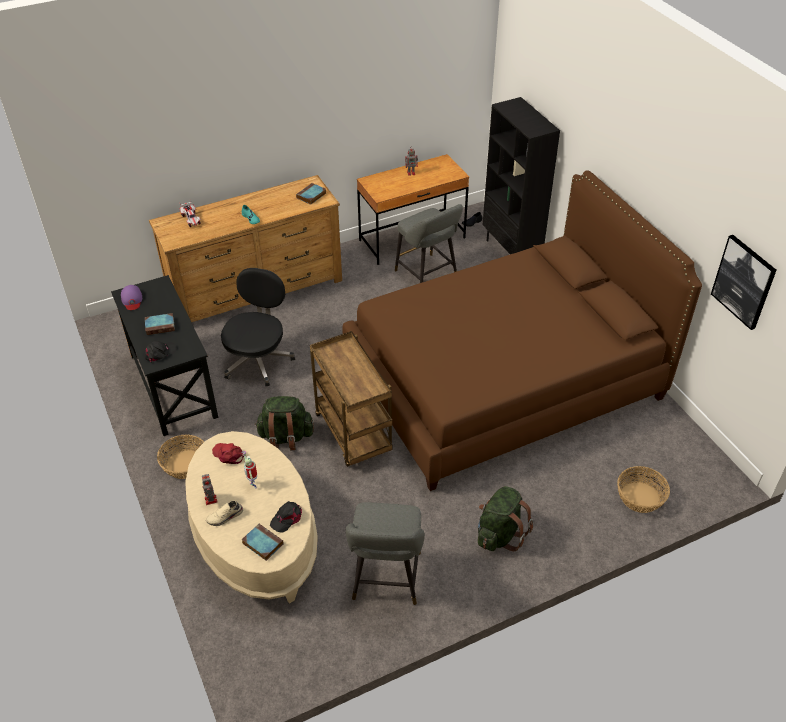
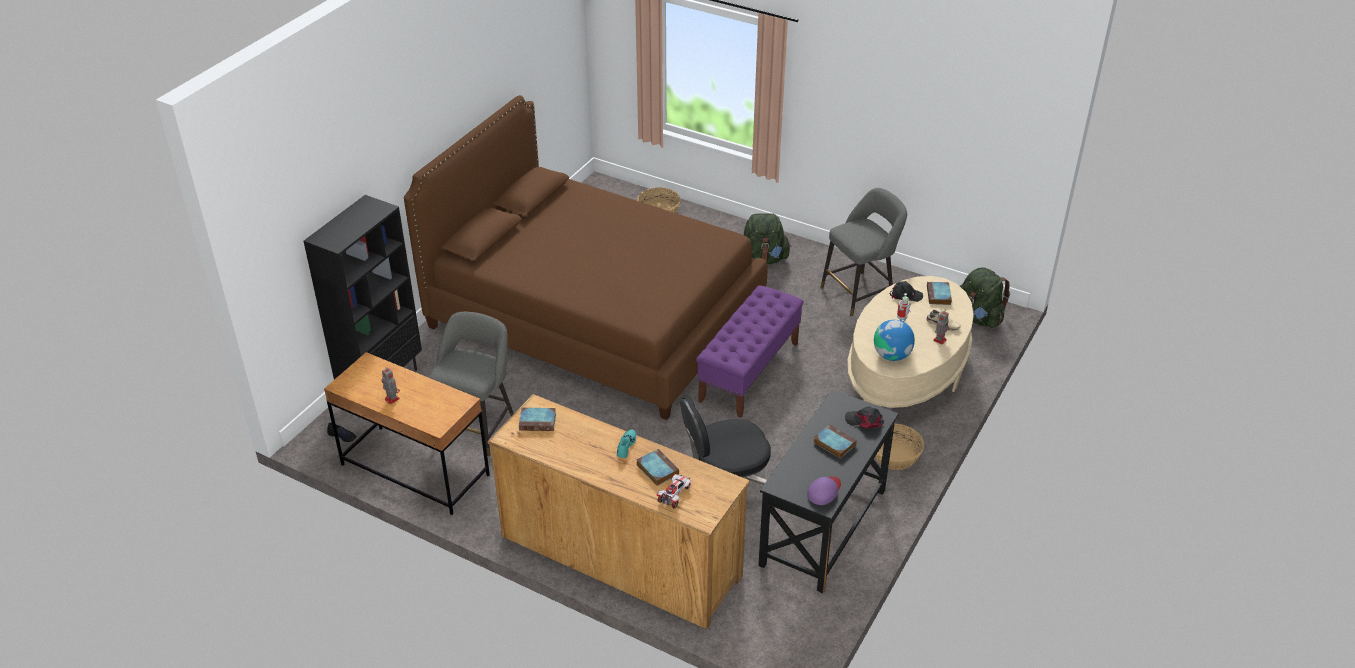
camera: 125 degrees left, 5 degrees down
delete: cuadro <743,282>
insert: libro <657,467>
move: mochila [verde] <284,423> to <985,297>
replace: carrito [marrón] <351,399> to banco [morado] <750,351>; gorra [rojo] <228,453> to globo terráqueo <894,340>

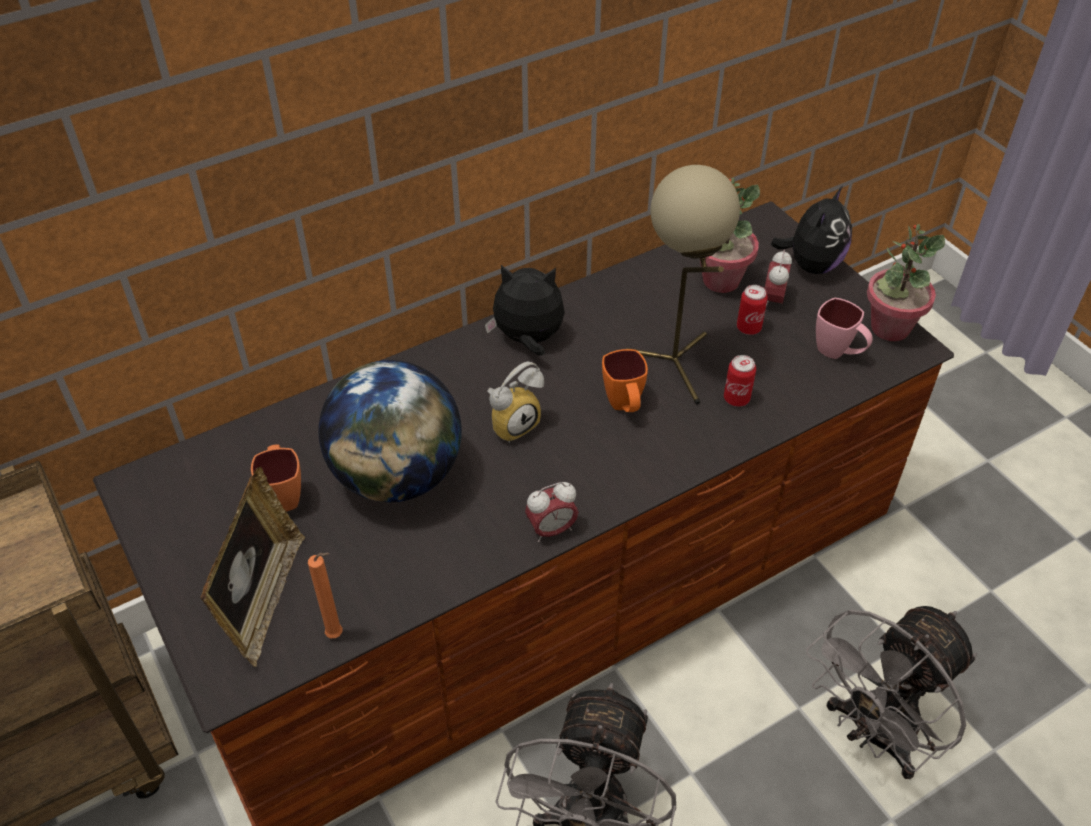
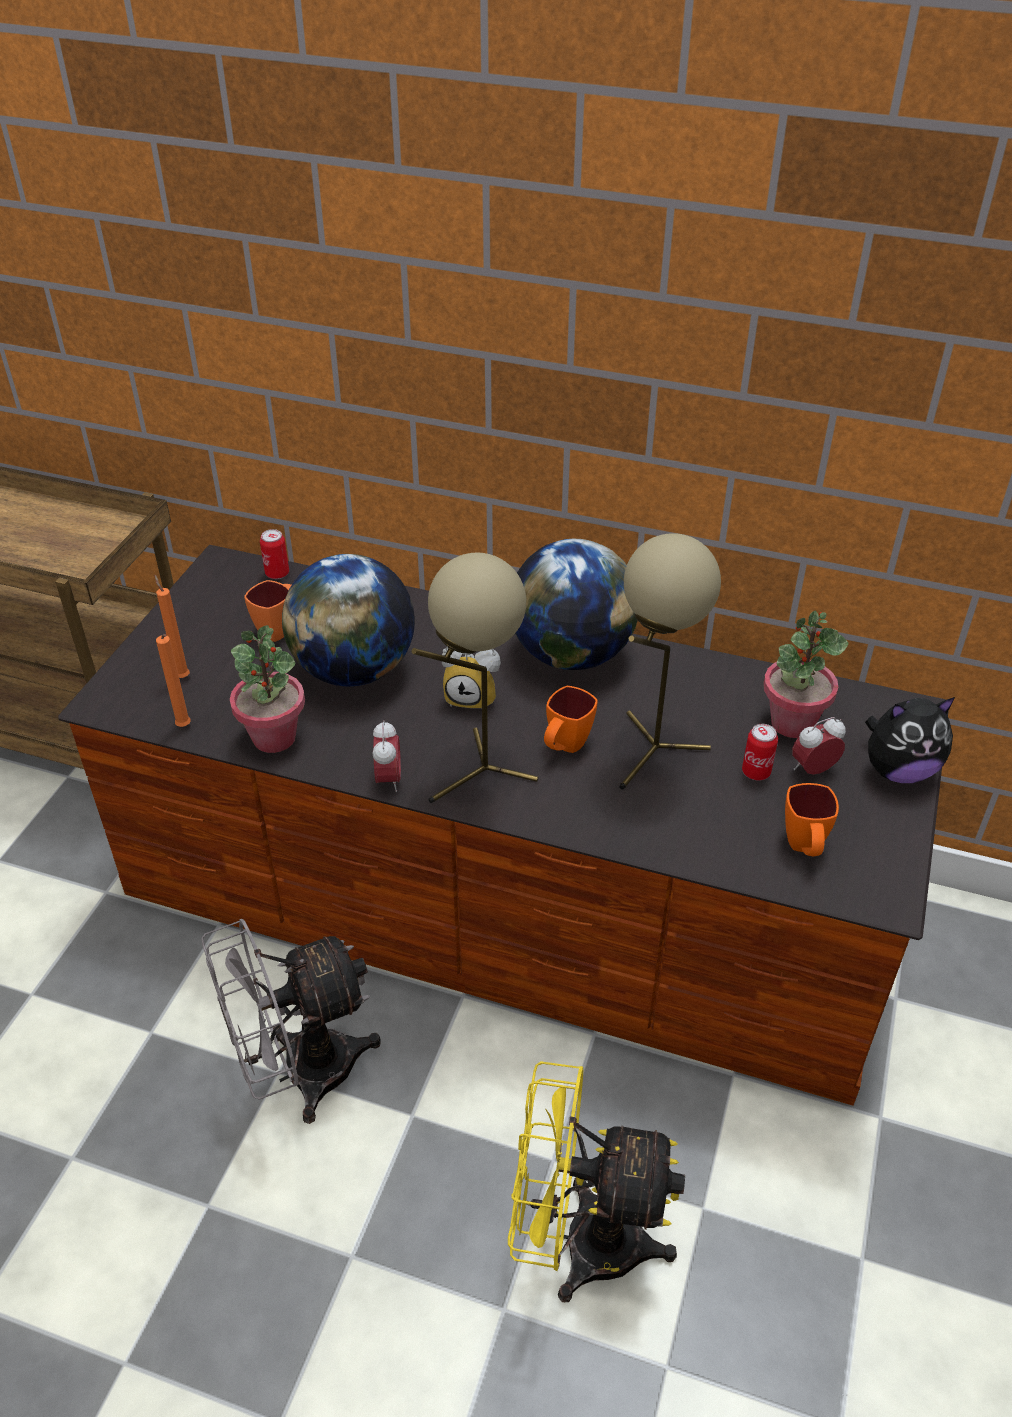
camera: 50 degrees right, 5 degrees down
insert: lámpara de mesa [beis] <475,678>
move: planta en maceta <906,282> to <267,689>; lata <740,381> to <274,554>
replace: portarretratos <252,567> to vela [naranja] <172,626>; peluche <525,310> to globo terráqueo <576,604>
recolor: ventilador [gris] <891,692> to ventilador [amarillo] <596,1181>; taza grande [rosa] <844,328> to taza grande [naranja] <812,820>
rotate: despertador <551,512> = <386,756> 120 degrees counterclockwise

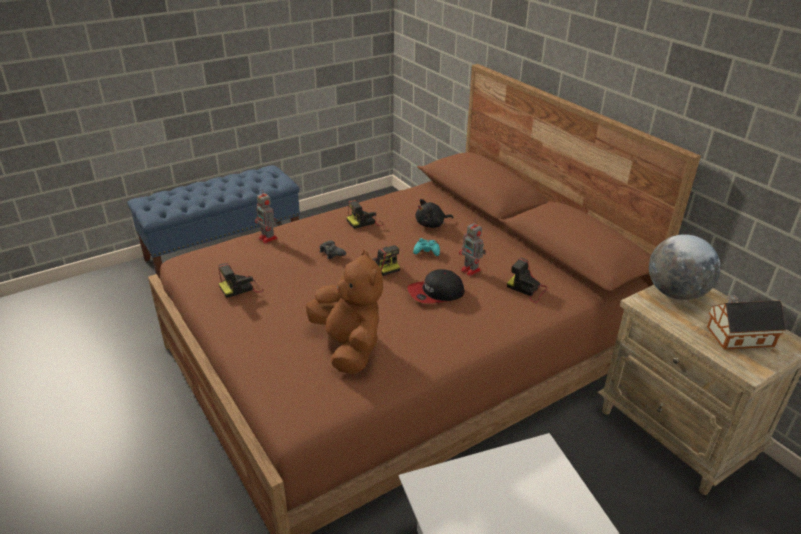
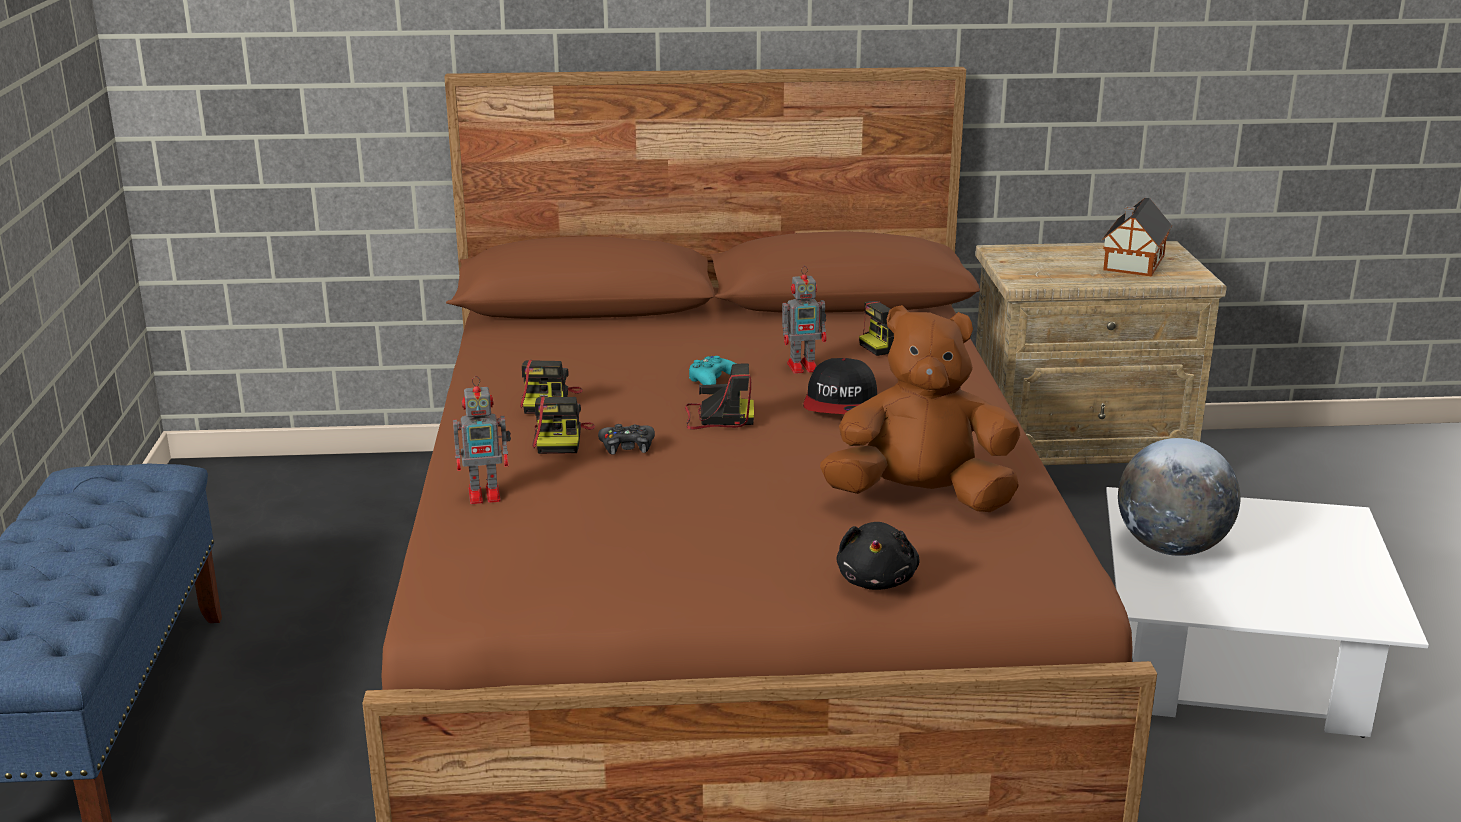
camera: 60 degrees left, 10 degrees down
move: cámara <241,280> to <563,425>; peluche [negro] <434,213> to <878,556>; globo terráqueo <684,267> to <1179,497>

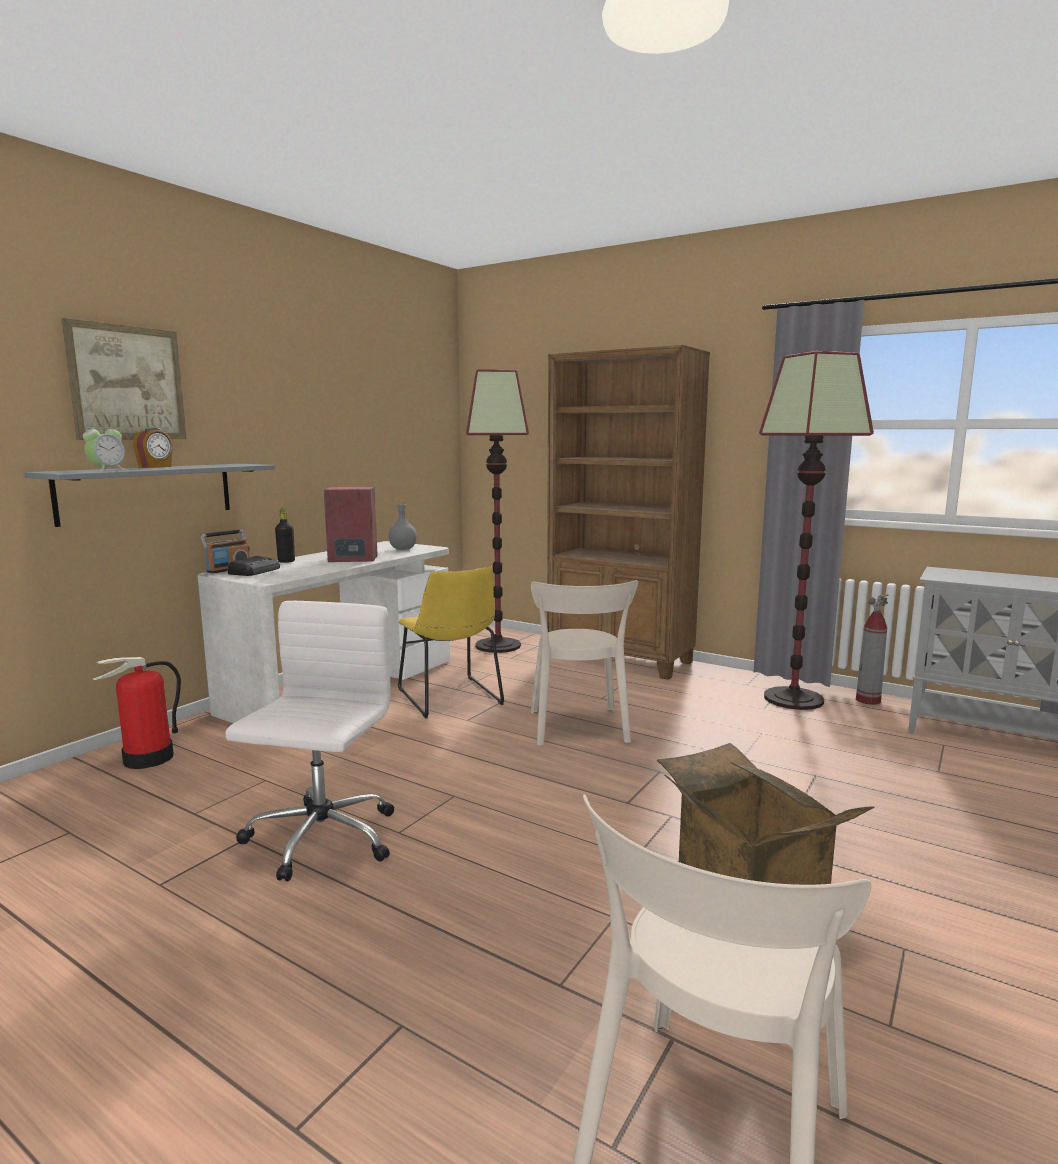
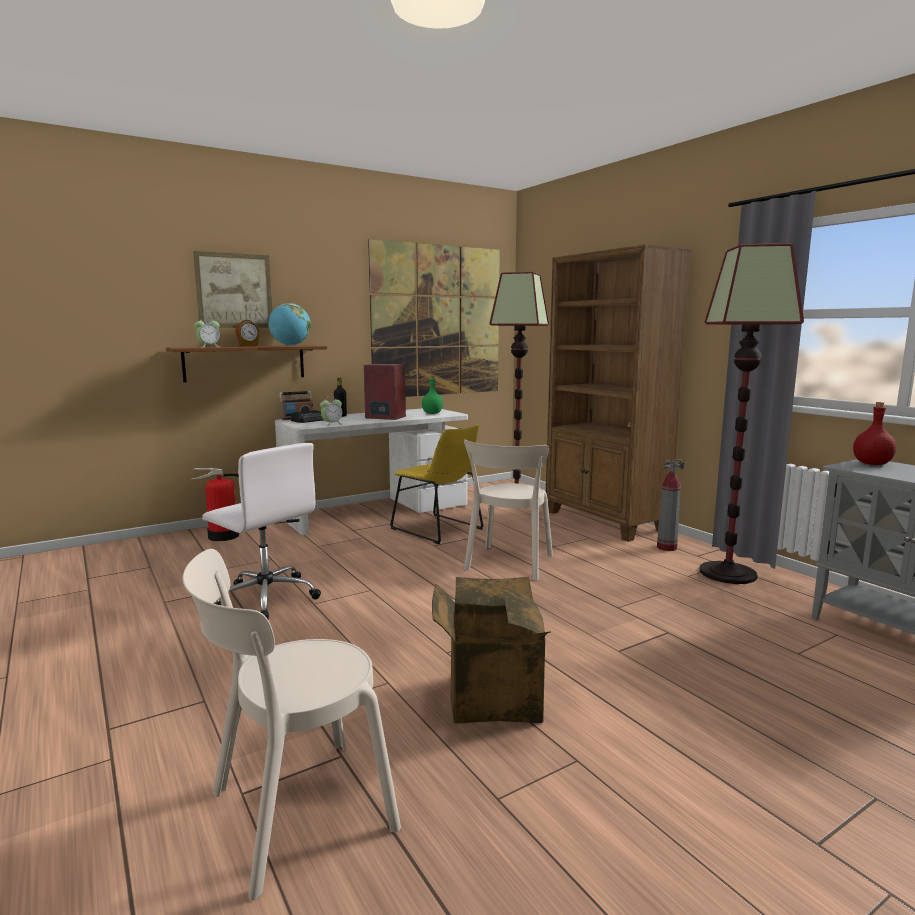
camera: 25 degrees right, 0 degrees up
insert: globo terráqueo <289,324>; despertador <331,411>; cuadro <434,318>; botella [rojo] <874,433>
move: extintor <872,649> to <671,505>
recolor: estante [gris] <149,495> to estante [marrón] <246,363>; botella [gris] <403,525> to botella [verde] <432,395>
rotate: silla de oficina [blanco] <309,741> = <261,531> 90 degrees clockwise; silla [amarillo] <451,643> = <436,484> 45 degrees counterclockwise

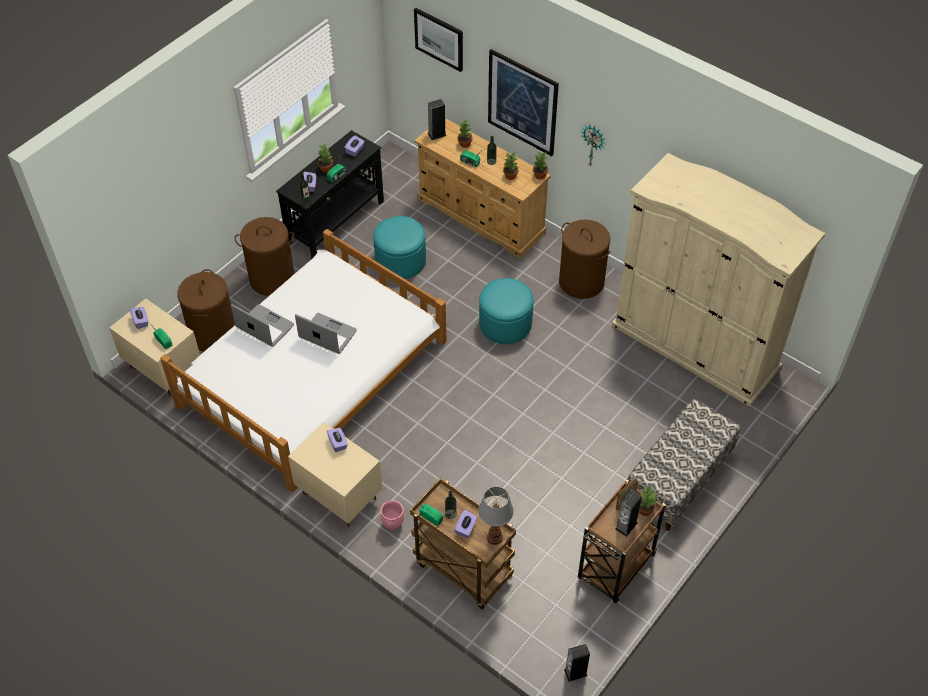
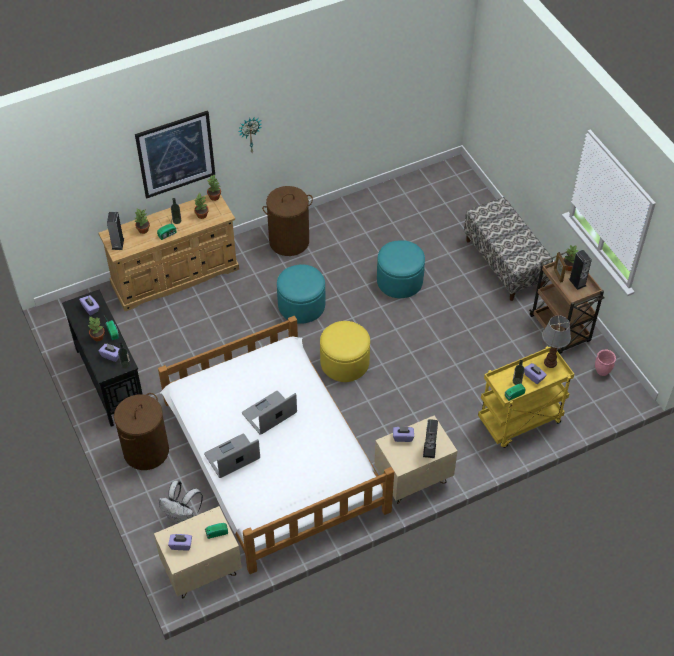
camera: 65 degrees left, 0 degrees up
delete: cuadro <438,40>; armario ropero [beis] <718,280>
insert: puf [amarillo] <345,351>
move: puf [turquesa] <399,247> to <401,269>; altavoz <577,663> to <430,438>; maceta [rosa] <392,515> to <605,362>
replace: cesto de la ropa [marrón] <206,310> to mochila [blanco] <181,502>
recolor: carrito [marrón] <463,544> to carrito [amarillo] <526,397>

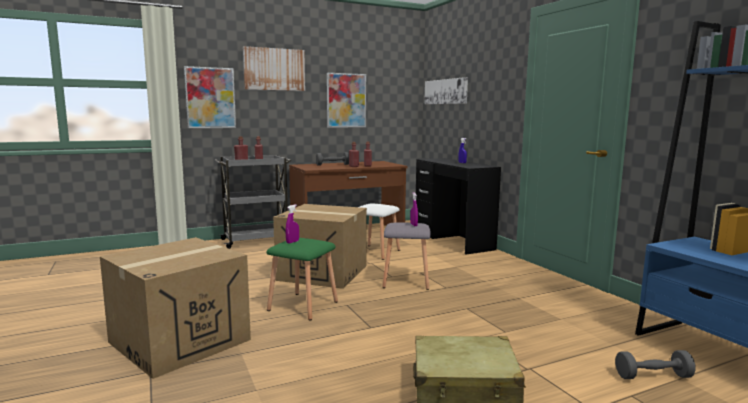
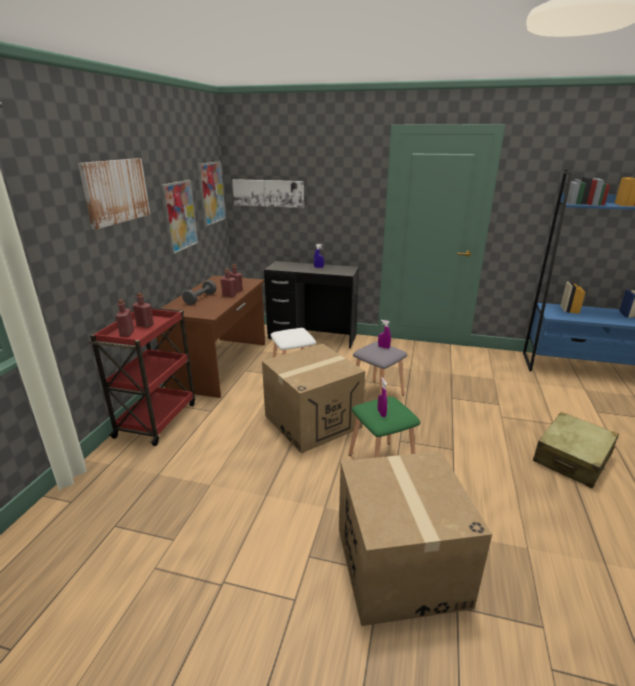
camera: 50 degrees left, 15 degrees up
delete: mancuerna [gris] <655,364>
move: cuadro <210,97> to <211,194>
recolor: carrito [gris] <253,202> to carrito [rojo] <141,376>

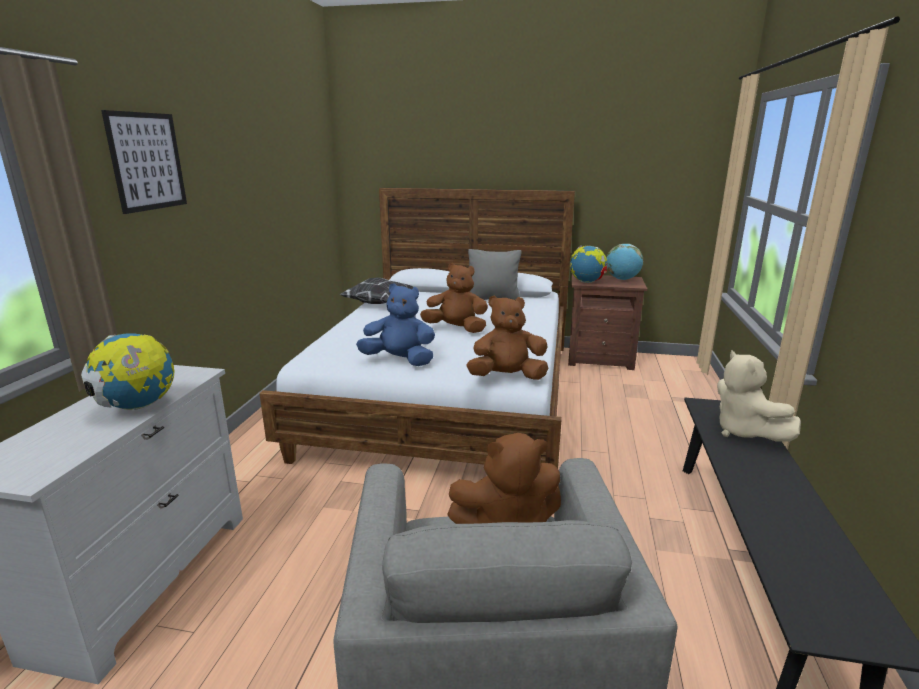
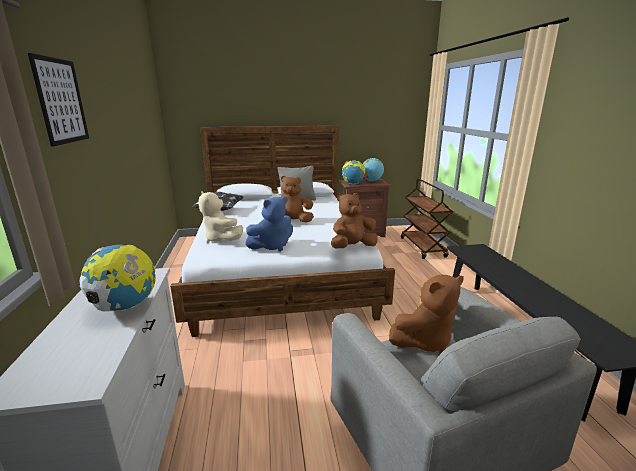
camera: 20 degrees left, 0 degrees up
insert: carrito [marrón] <427,219>
move: peluche [beis] <759,396> to <221,217>
rotate: peluche [azul] <395,324> = <269,224> 150 degrees clockwise

